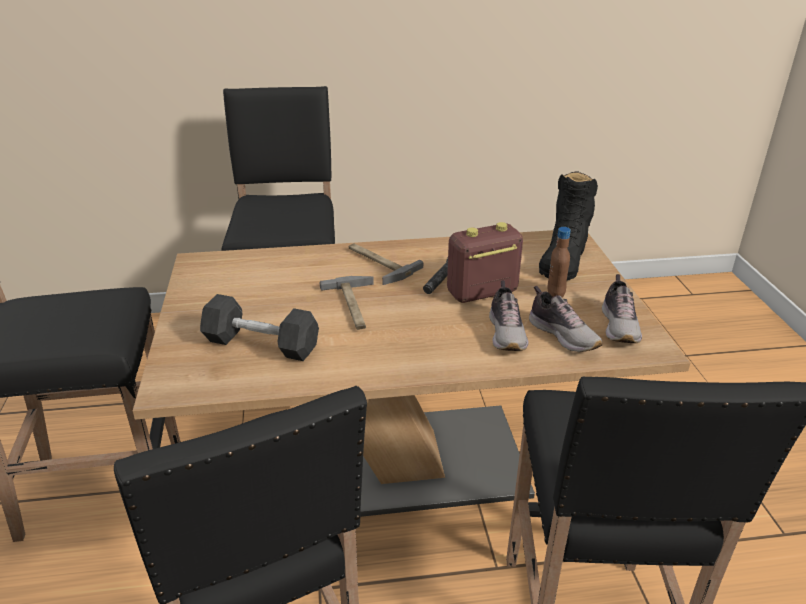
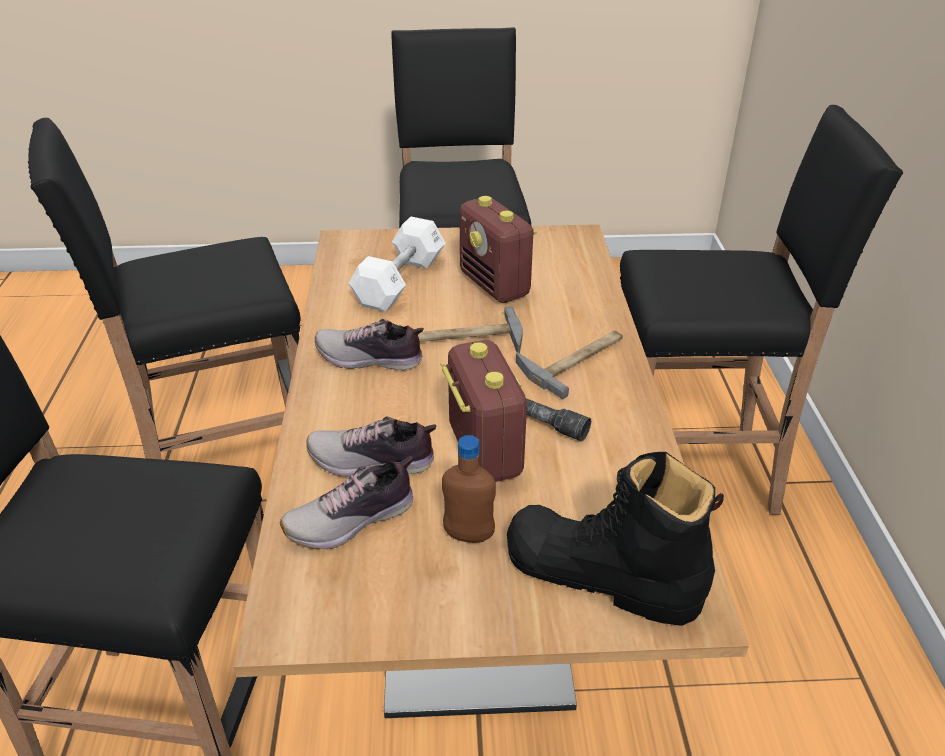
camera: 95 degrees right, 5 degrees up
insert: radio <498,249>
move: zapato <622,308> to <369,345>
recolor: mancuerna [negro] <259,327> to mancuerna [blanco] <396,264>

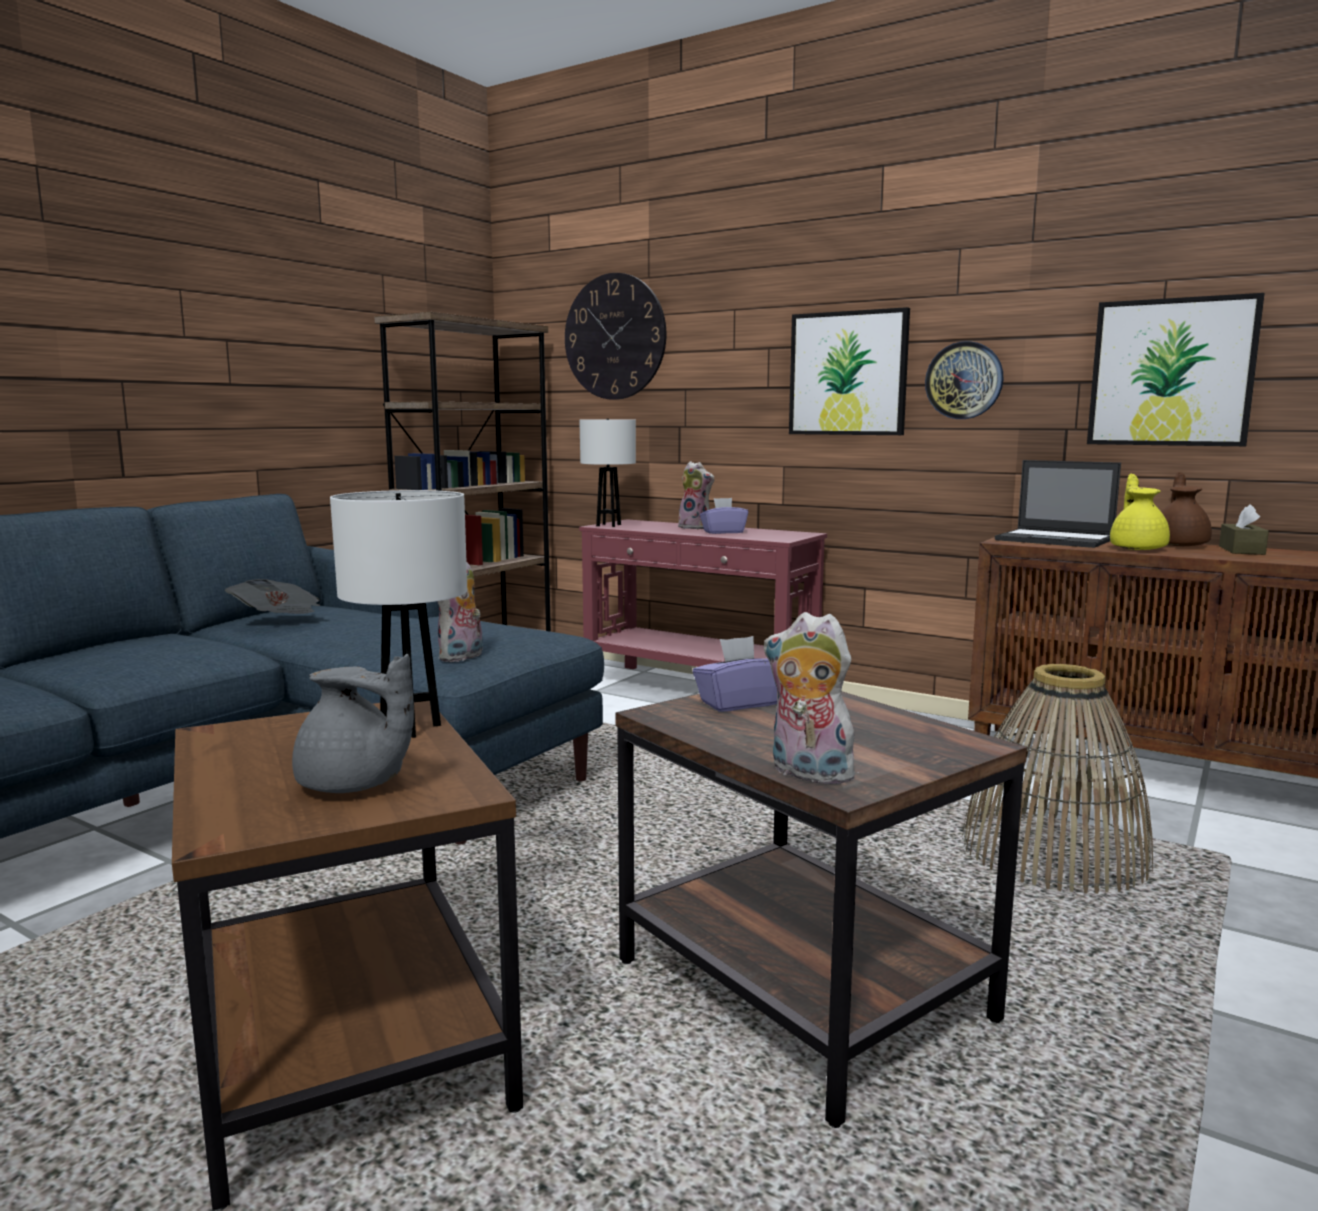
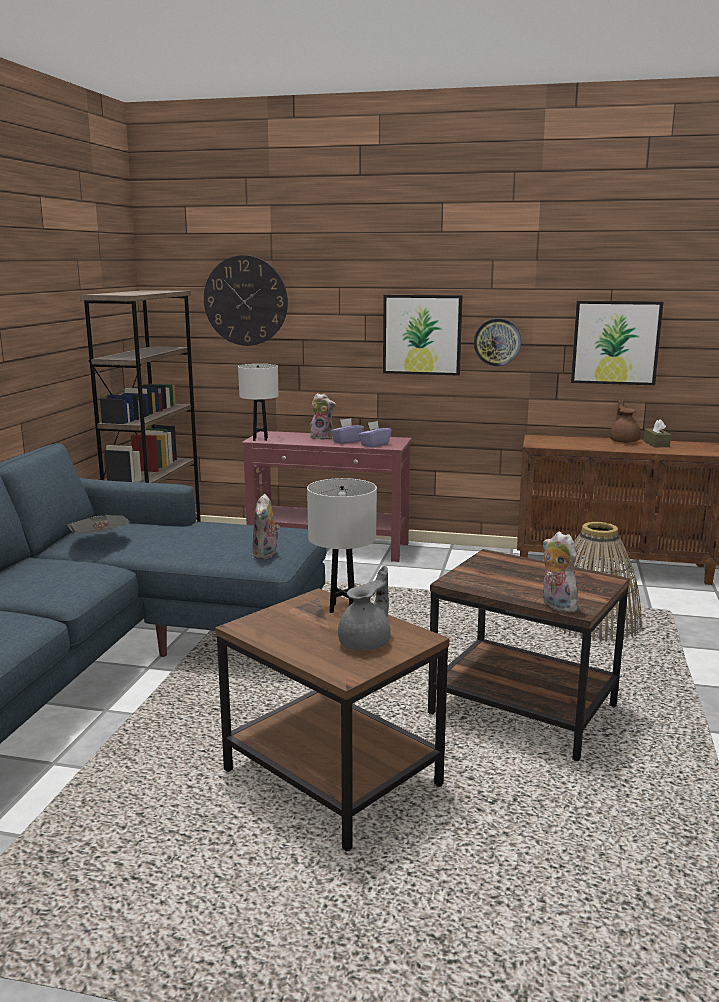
camera: 20 degrees left, 5 degrees up
delete: portátil <1058,504>; tetera [amarillo] <1140,512>
move: caja de pañuelos [morado] <734,674> to <374,434>
rotate: tetera [gris] <353,723> = <364,608> 60 degrees counterclockwise; peluche <812,698> = <560,572> 45 degrees clockwise

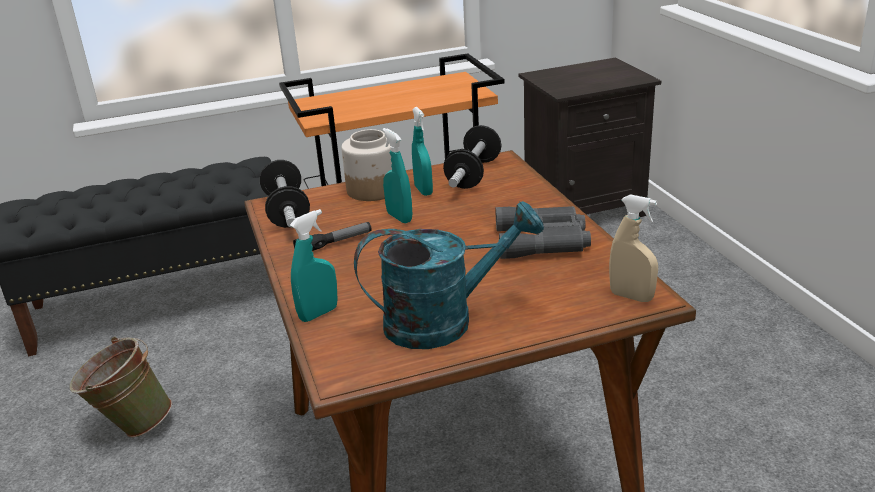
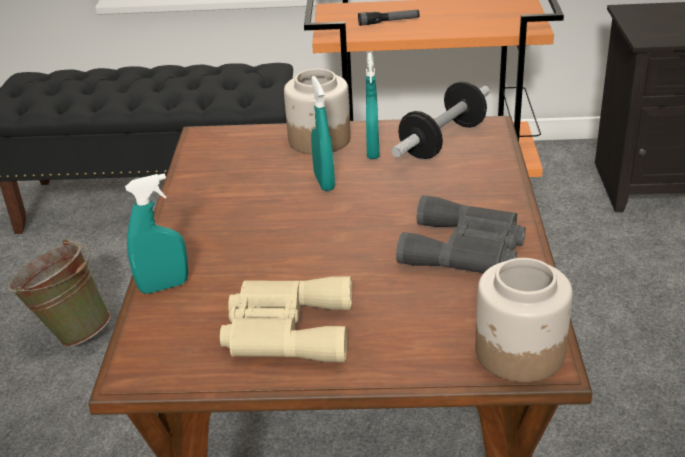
camera: 20 degrees right, 5 degrees up
delete: mancuerna <285,194>
move: linterna <332,236> to <388,18>
replace: regadera [turquesa] <449,275> to prismáticos [beis] <286,319>; pulverizador [beis] <633,248> to tarro <524,320>

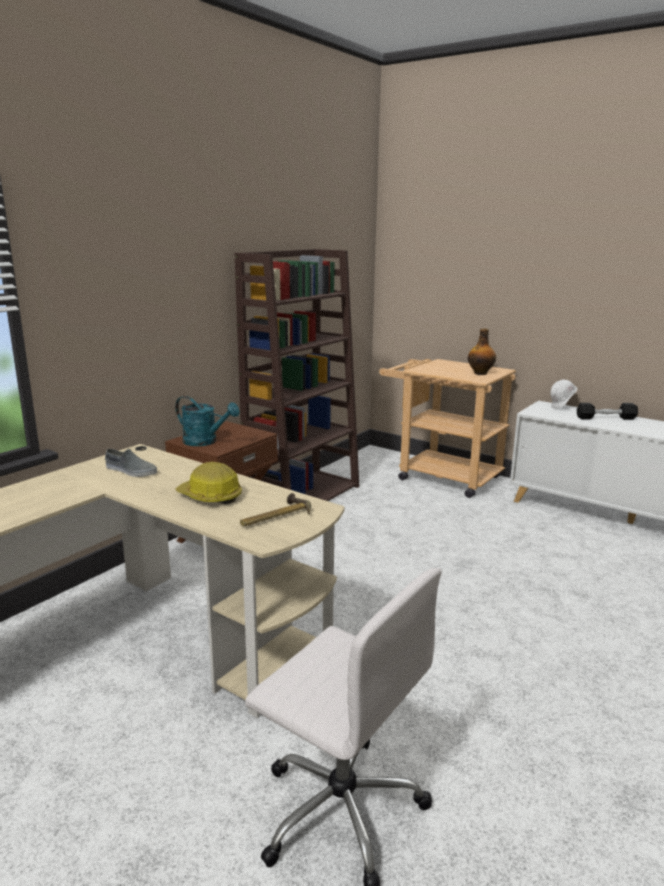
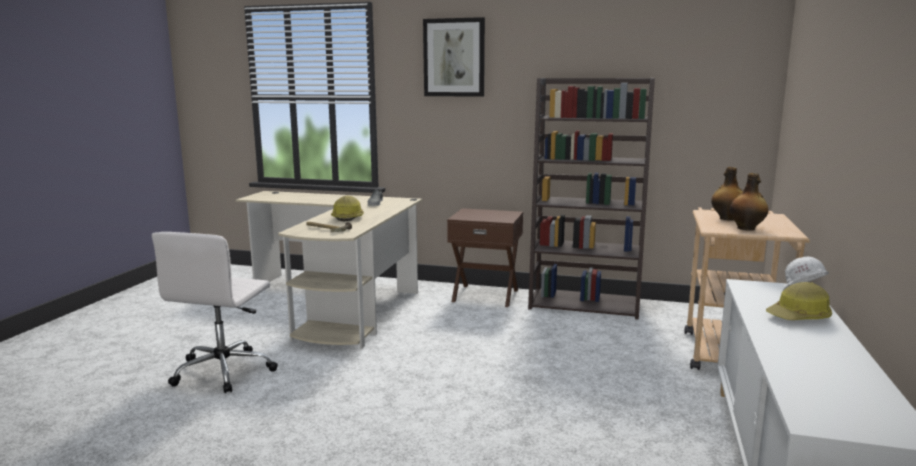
camera: 70 degrees right, 5 degrees down
delete: regadera [turquesa] <207,421>
insert: cuadro <454,57>; botella <727,194>
replace: mancuerna [negro] <607,411> to casco <799,301>

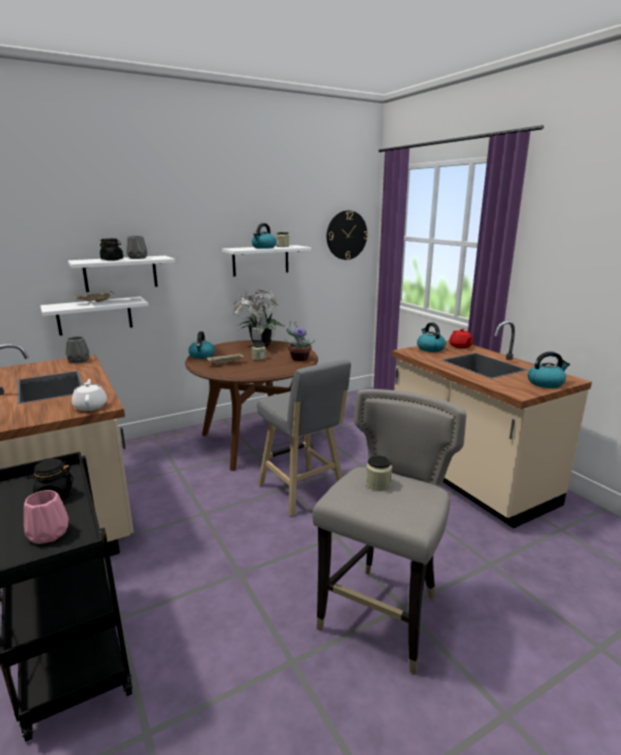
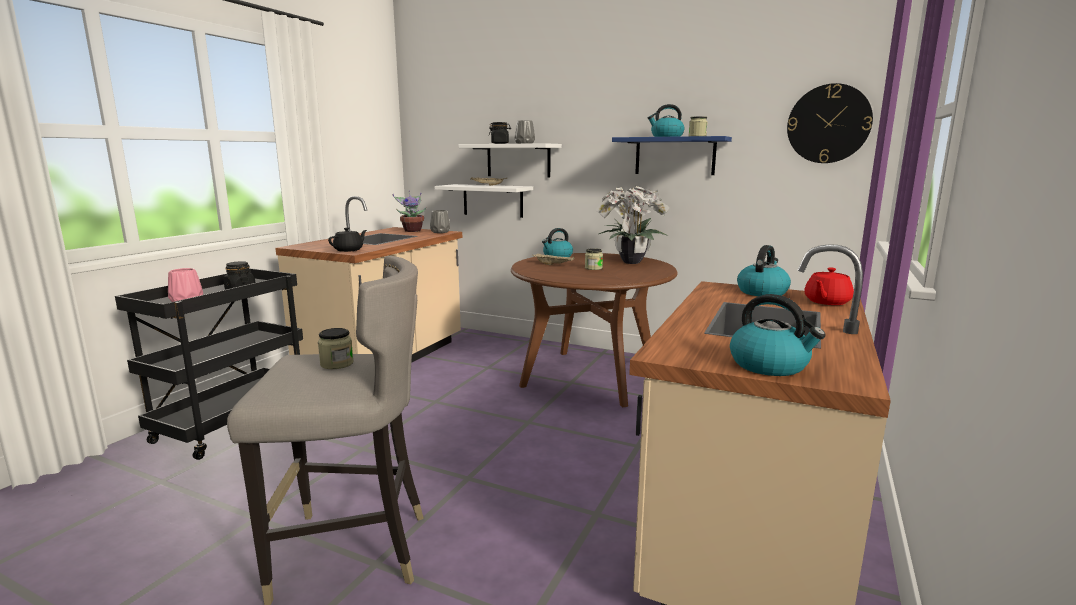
camera: 55 degrees right, 5 degrees down
delete: taburete [gris] <304,438>
move: planta en maceta <300,341> to <409,212>
recolor: tetera [blanco] <89,395> to tetera [negro] <347,240>; estante [blanco] <266,261> to estante [azul] <672,155>

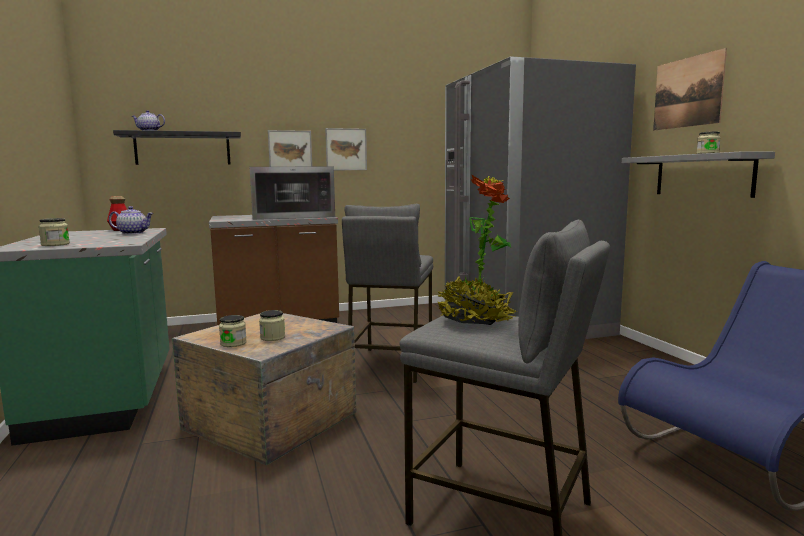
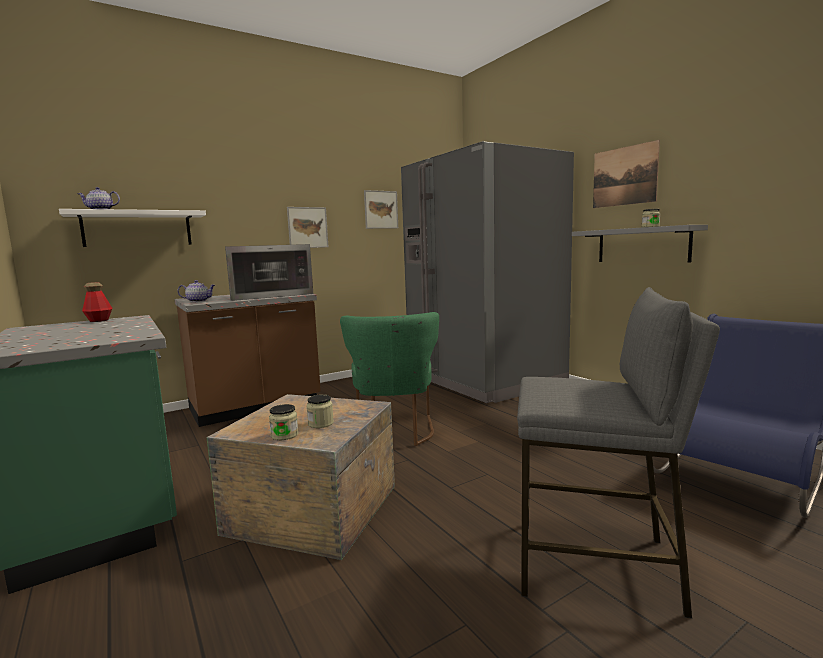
camera: 15 degrees left, 0 degrees up
delete: tarro <54,232>; planta en maceta <477,249>
move: tetera <131,220> to <196,291>; cuadro <290,148> to <381,209>
replace: taburete [gris] <387,293> to silla [verde] <389,379>
recolor: estante [negro] <177,147> to estante [blanco] <132,228>

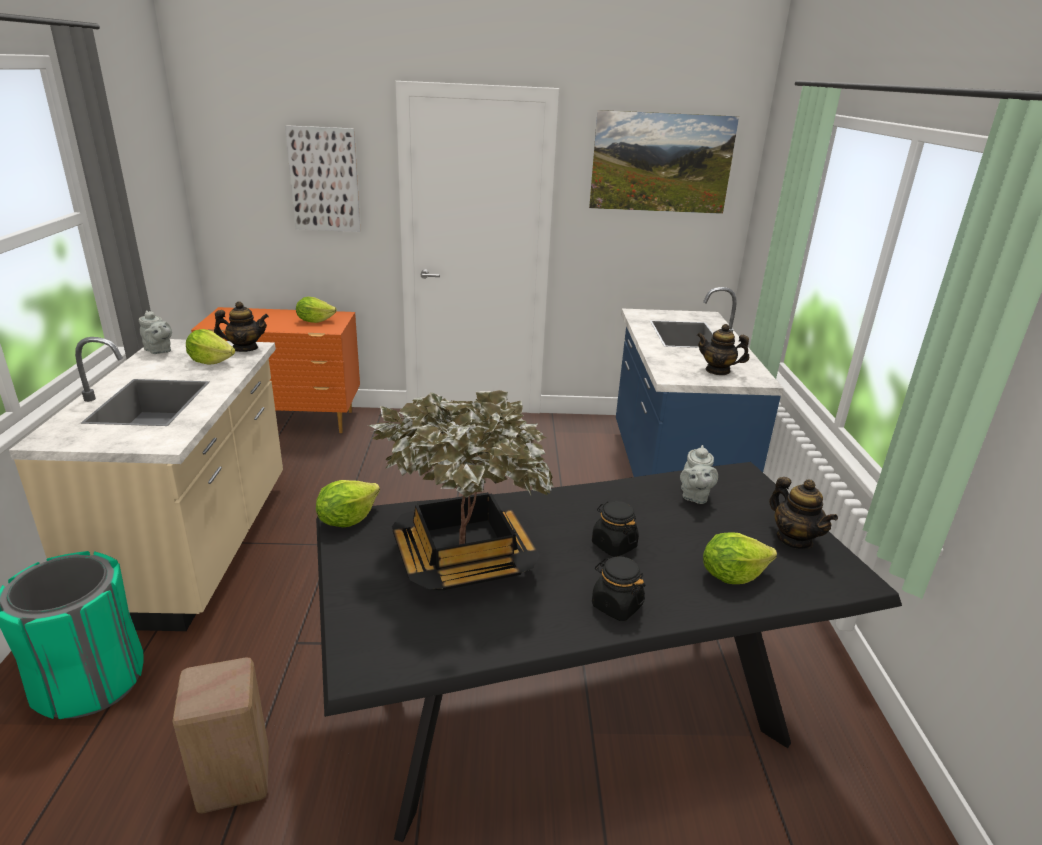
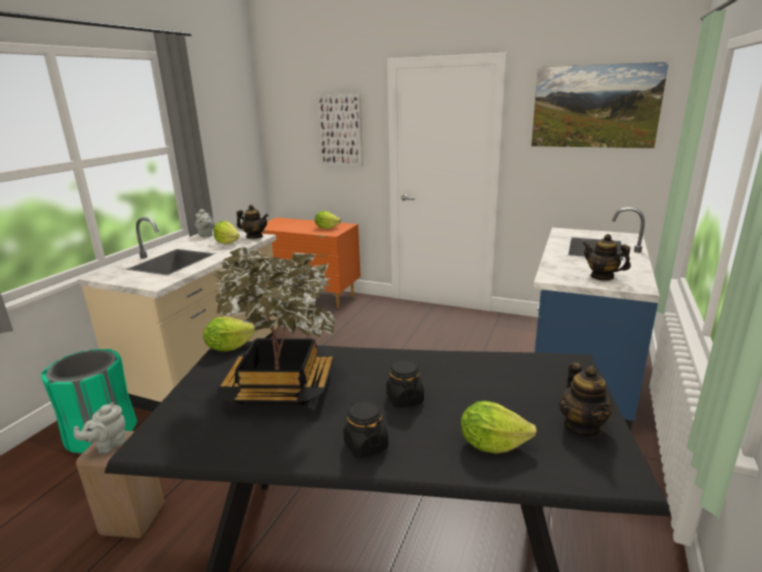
camera: 25 degrees right, 5 degrees down
move: tetera [gris] <699,474> to <100,428>

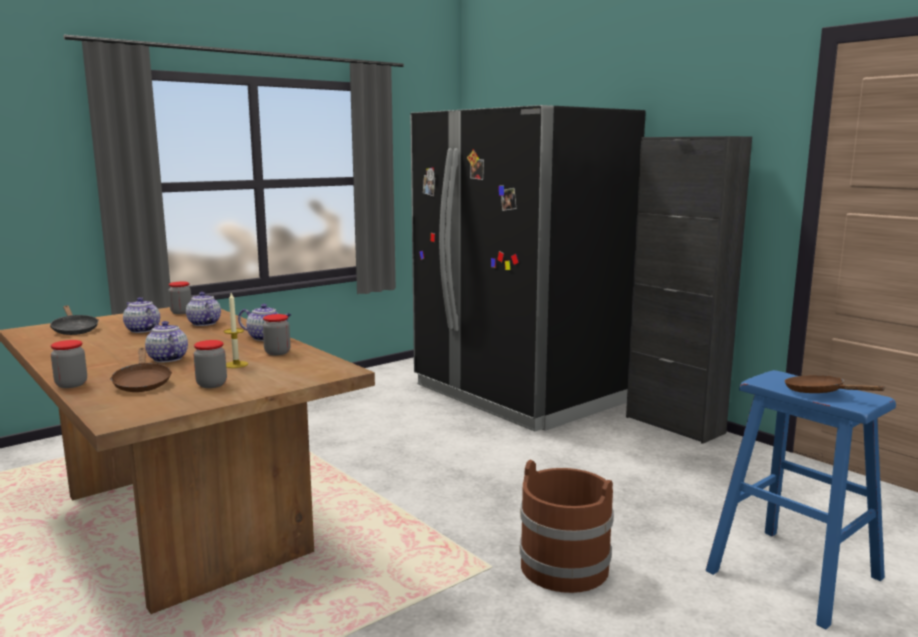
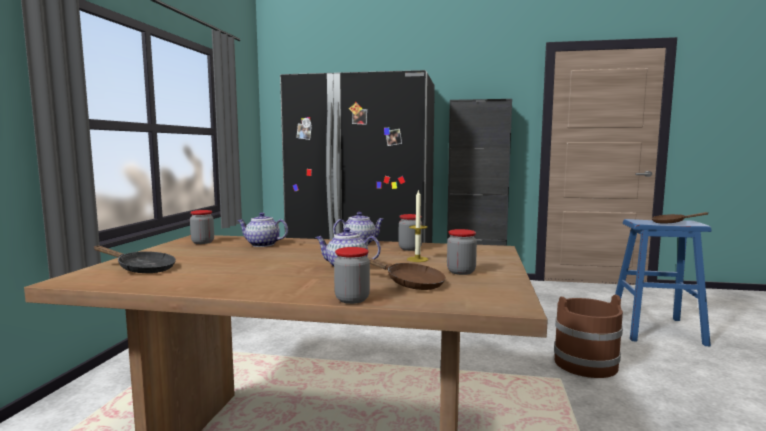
camera: 40 degrees left, 5 degrees down
delete: tetera <141,315>

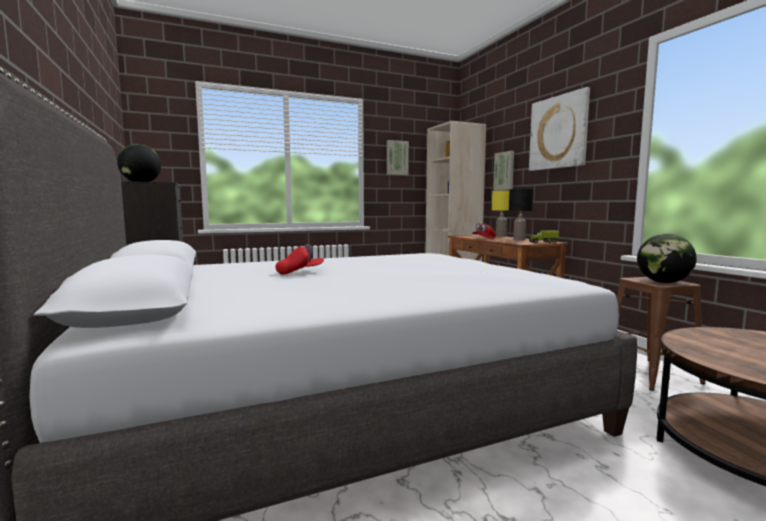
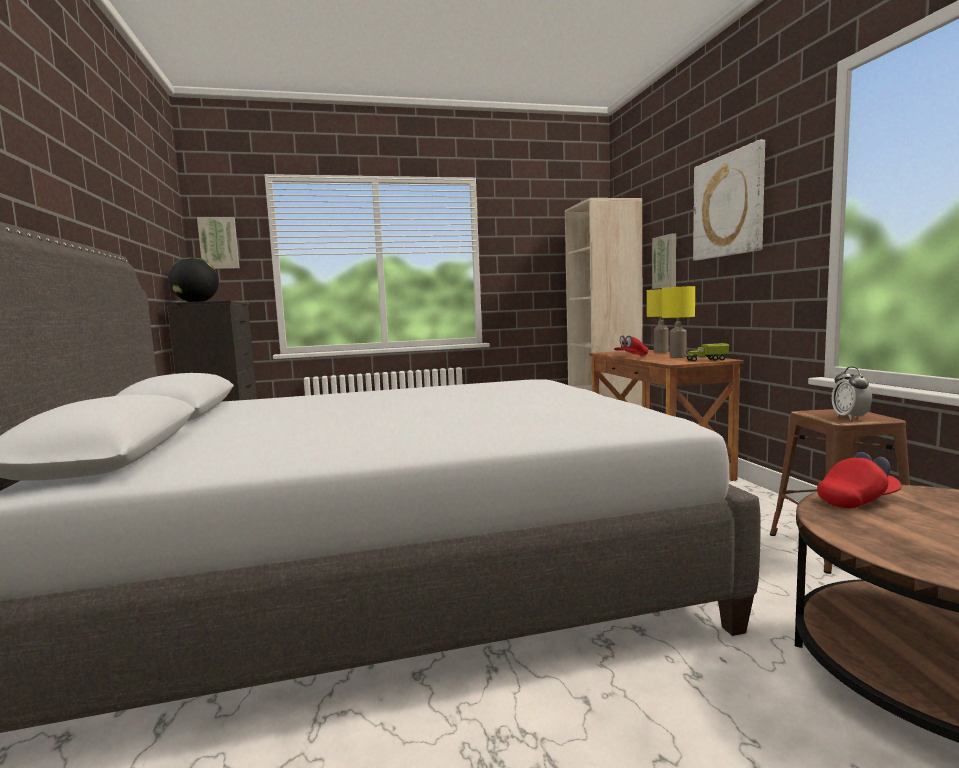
camera: 10 degrees right, 0 degrees up
move: cuadro <398,157> to <218,243>; gorra [rojo] <299,259> to <859,480>
replace: globo terráqueo <667,258> to despertador <852,393>
recolor: lámpara de mesa [negro] <521,215> to lámpara de mesa [amarillo] <678,322>

